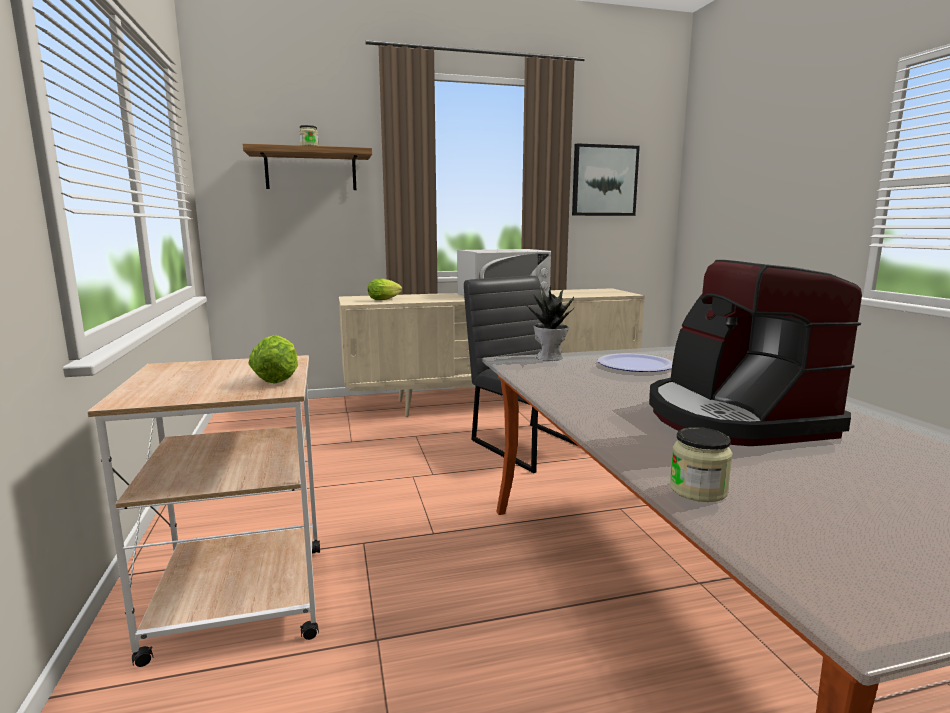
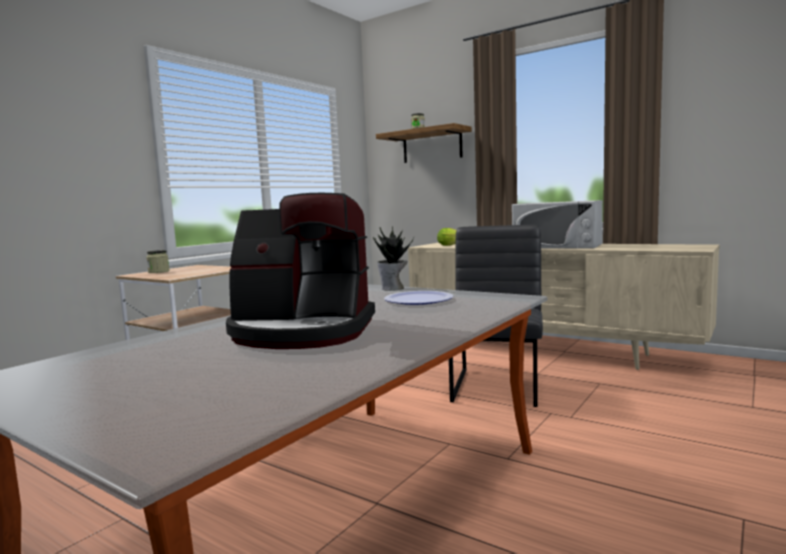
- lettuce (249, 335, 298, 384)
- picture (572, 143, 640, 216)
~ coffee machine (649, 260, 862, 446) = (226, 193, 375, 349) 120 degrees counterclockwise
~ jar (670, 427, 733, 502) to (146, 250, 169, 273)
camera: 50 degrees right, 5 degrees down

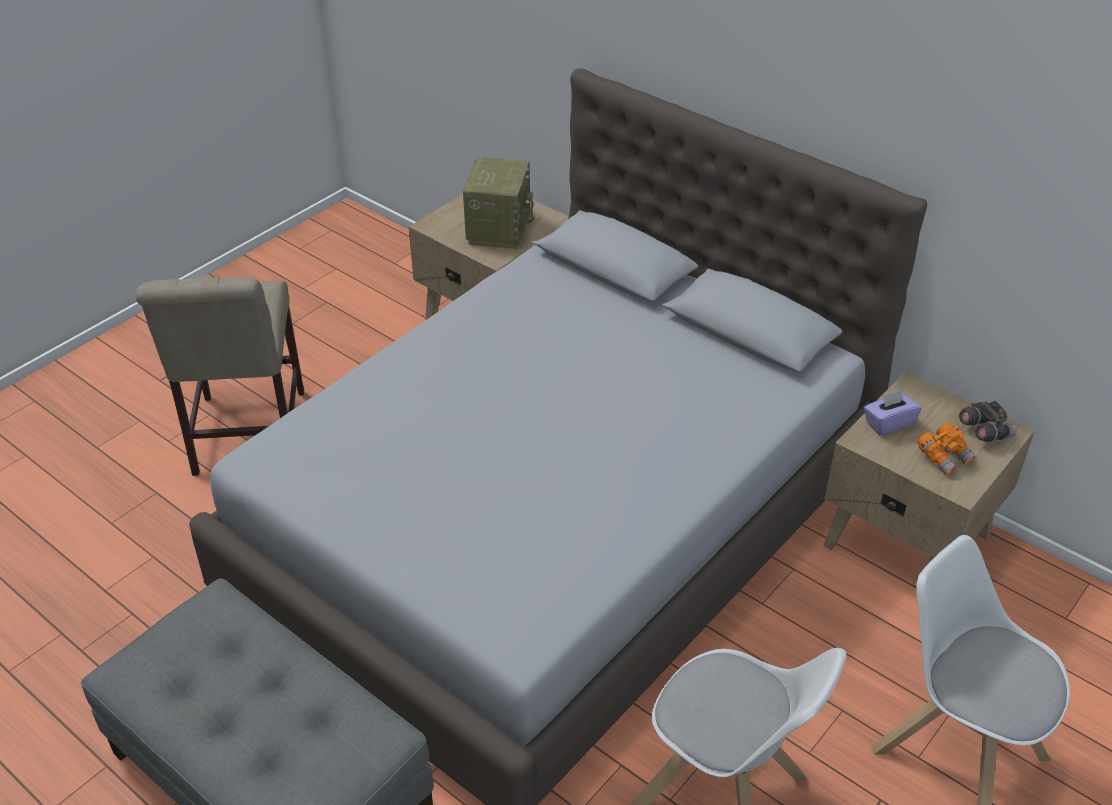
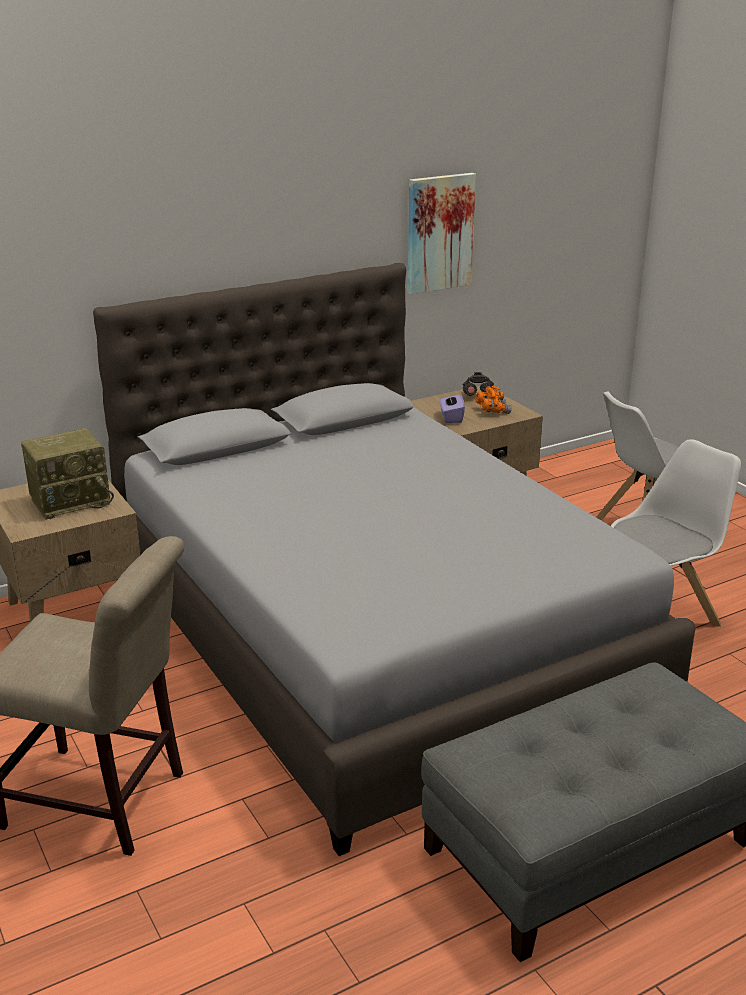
~ radio (463, 157, 534, 249) = (21, 428, 114, 520) 120 degrees clockwise
+ picture (408, 173, 476, 295)
camera: 70 degrees left, 15 degrees down

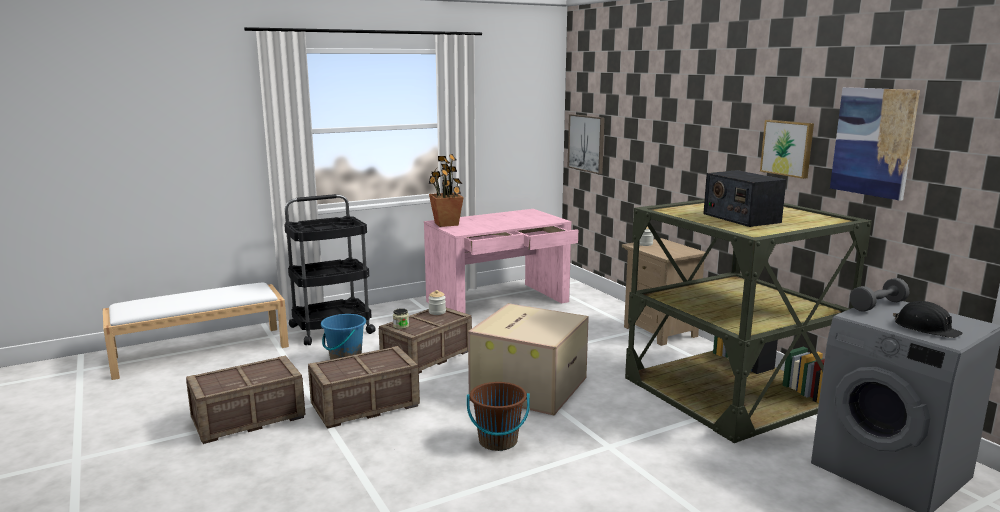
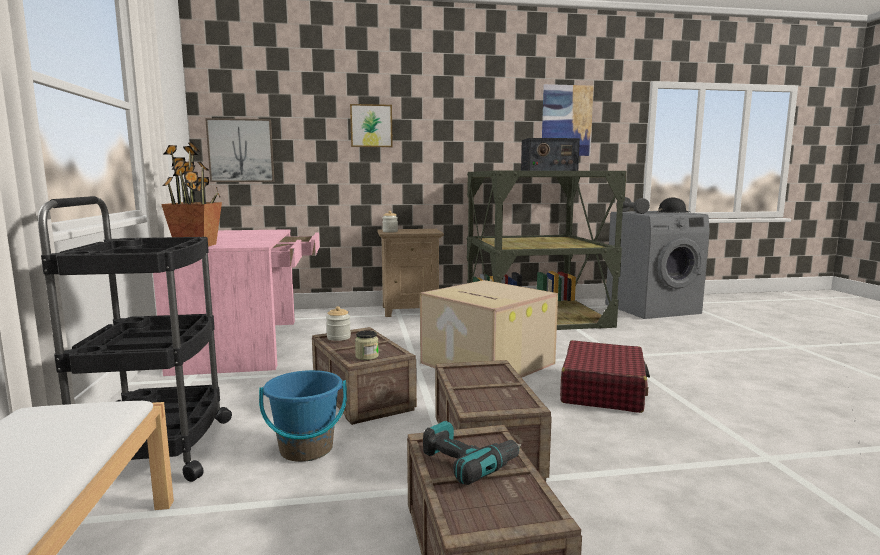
~ brown bucket (467, 382, 530, 451) to red suitcase (560, 340, 650, 413)
~ picture (760, 120, 814, 179) to (350, 104, 393, 147)
+ power drill (423, 421, 521, 485)
camera: 70 degrees left, 5 degrees down

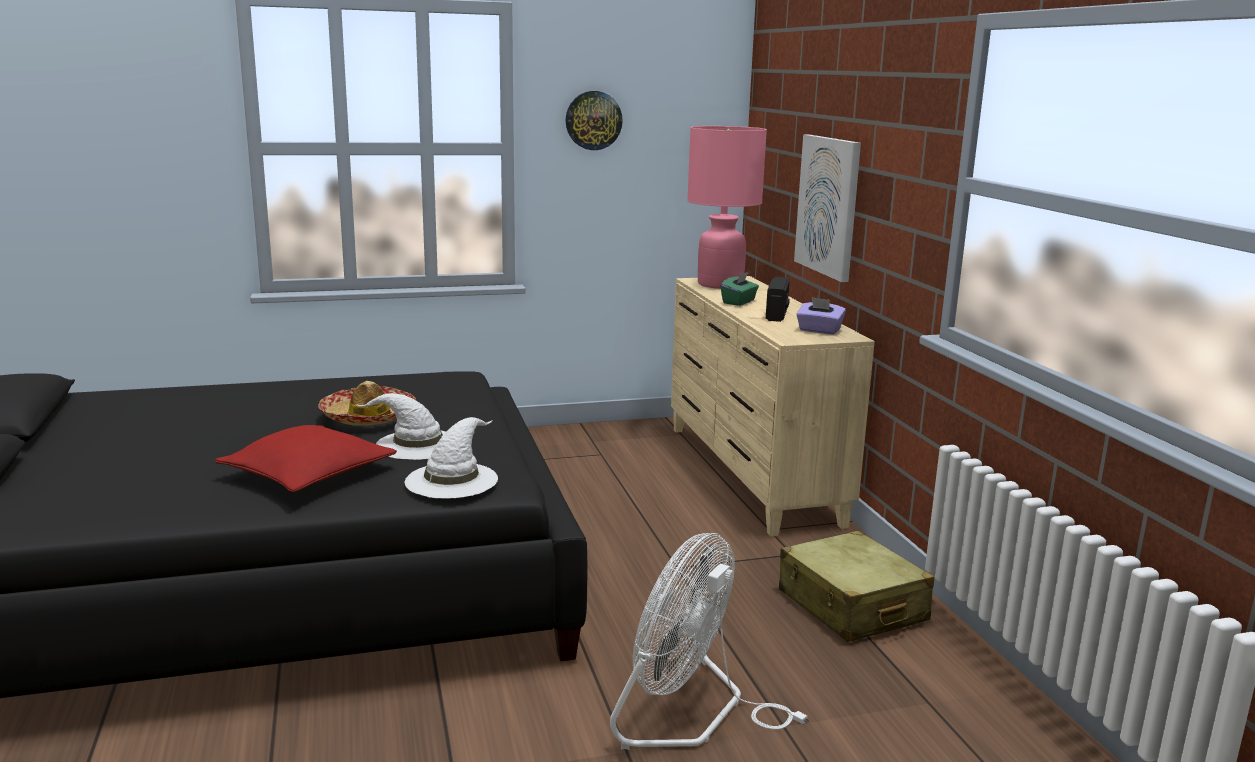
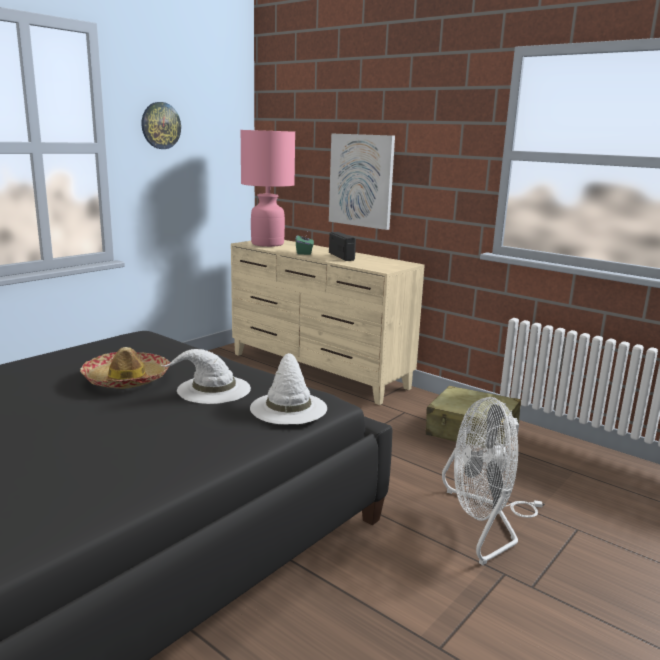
- red pillow (215, 425, 397, 492)
- purple tissue box (796, 297, 846, 335)
camera: 35 degrees left, 0 degrees up

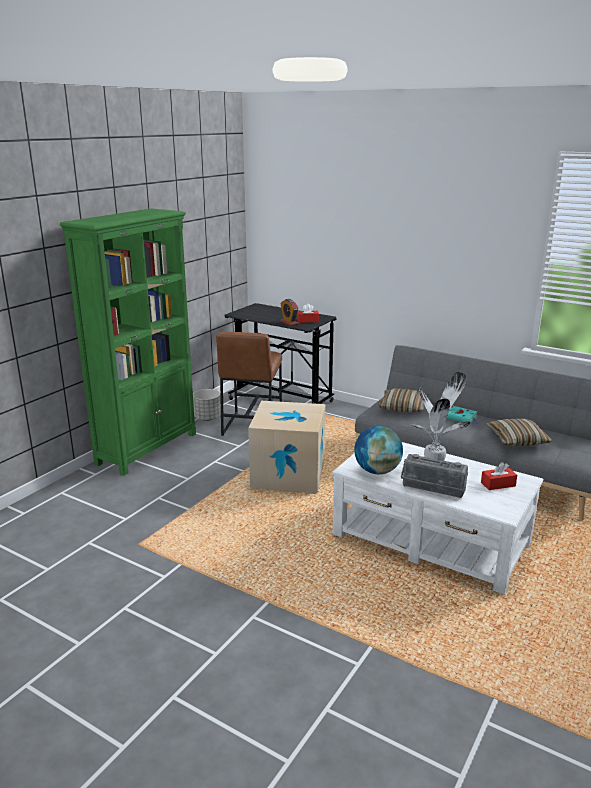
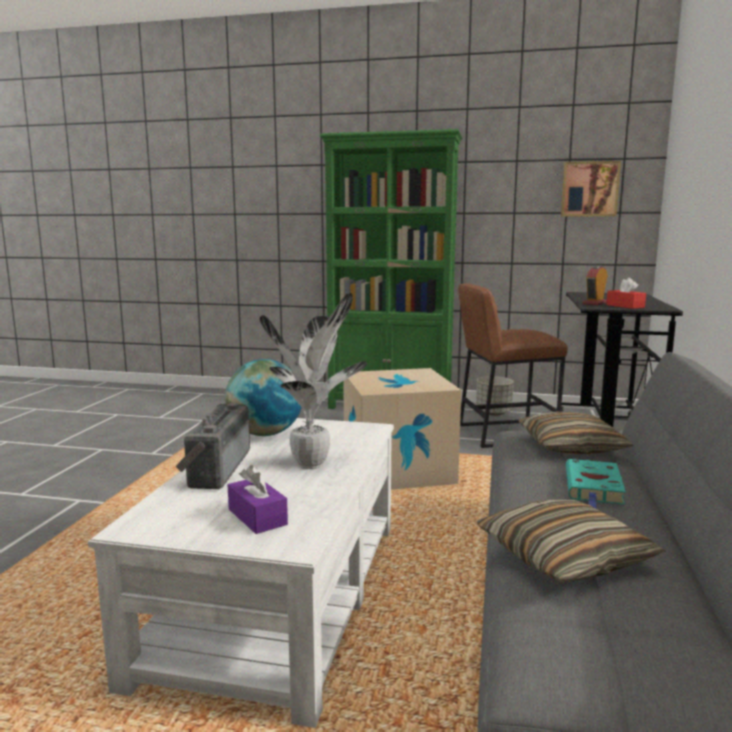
~ red tissue box (481, 462, 517, 490) to purple tissue box (228, 465, 288, 534)
+ picture (561, 161, 621, 216)
camera: 70 degrees right, 10 degrees down

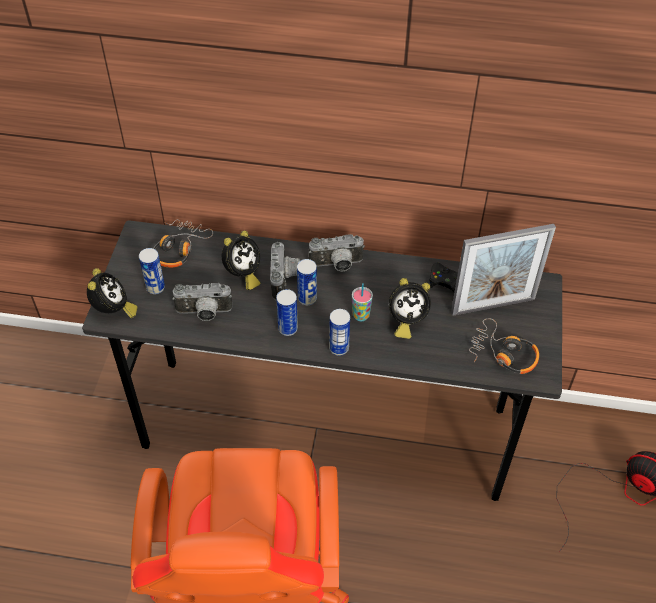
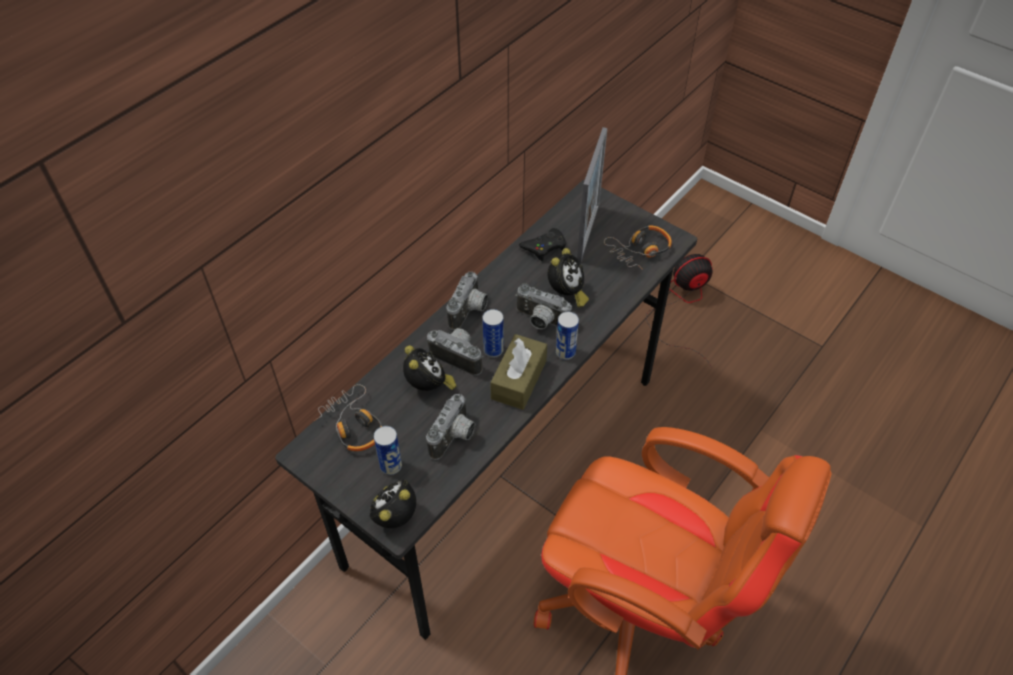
~ alarm clock (87, 268, 138, 318) = (370, 479, 416, 528) 75 degrees counterclockwise
~ can (276, 289, 298, 336) to brown tissue box (490, 334, 547, 410)
~ cup (352, 283, 373, 321) to photo camera (515, 283, 572, 329)
camera: 60 degrees left, 0 degrees up

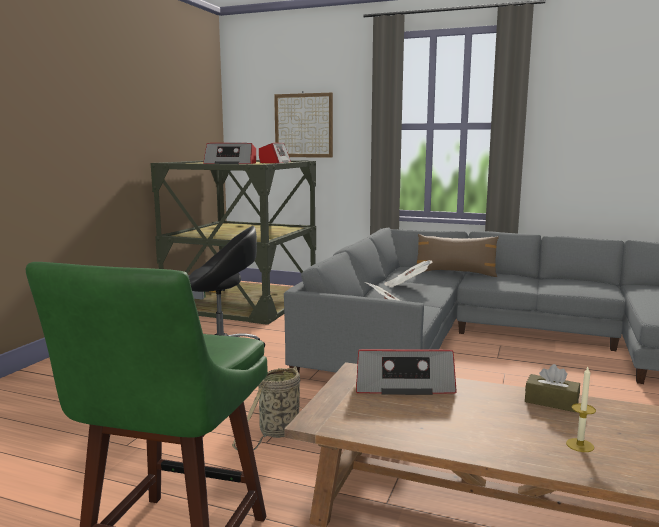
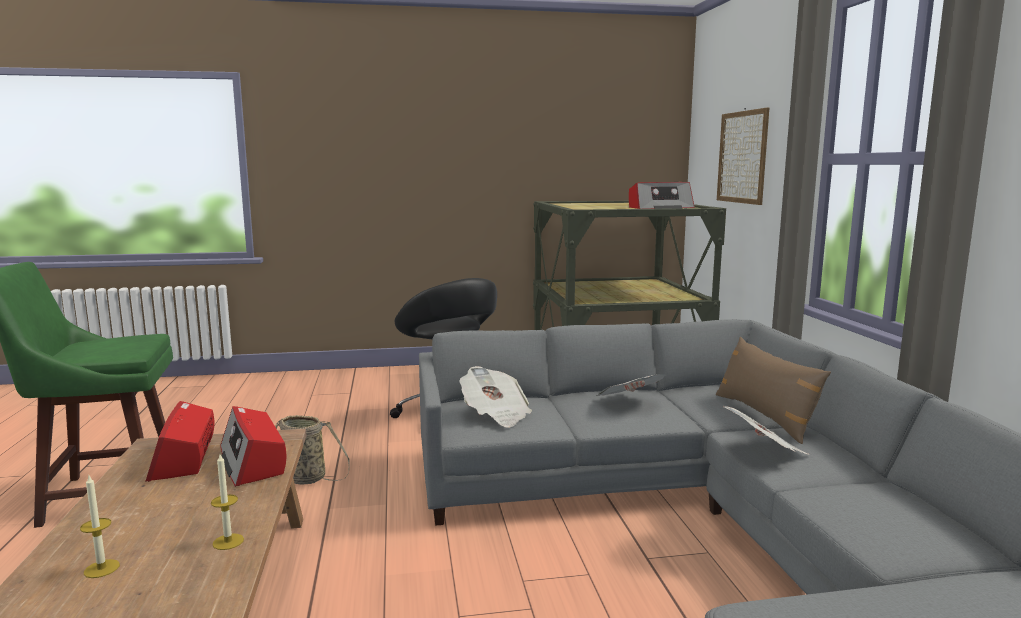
~ radio (203, 143, 256, 164) to (145, 401, 215, 482)
~ brown tissue box (525, 364, 580, 412) to candle (211, 454, 244, 550)
+ newspaper (724, 406, 810, 455)
camera: 60 degrees right, 0 degrees up

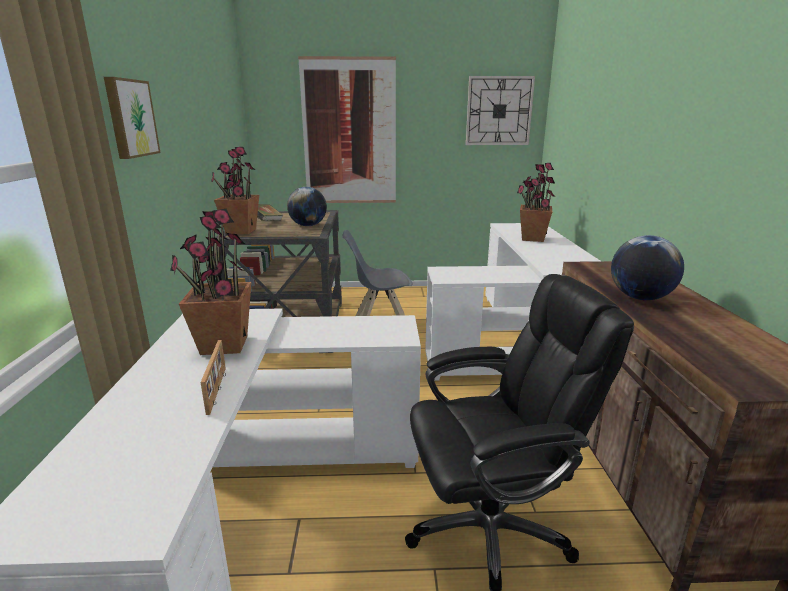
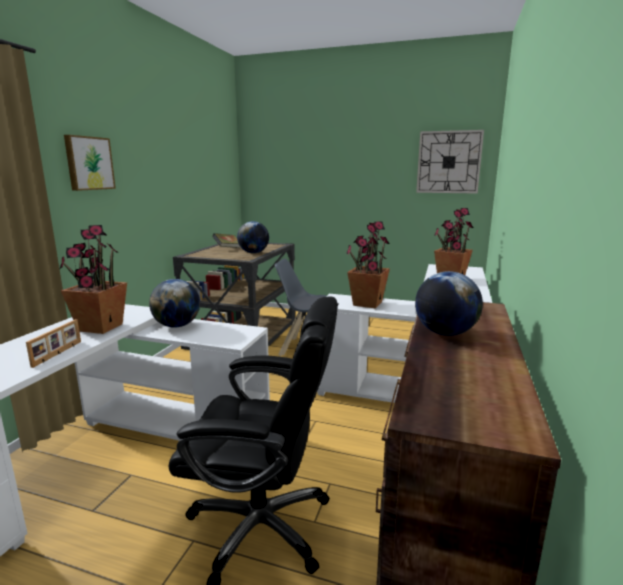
~ potted plant (211, 147, 259, 234) to (346, 221, 390, 308)
- picture (298, 56, 396, 203)
+ globe (149, 279, 200, 327)
camera: 20 degrees right, 5 degrees down

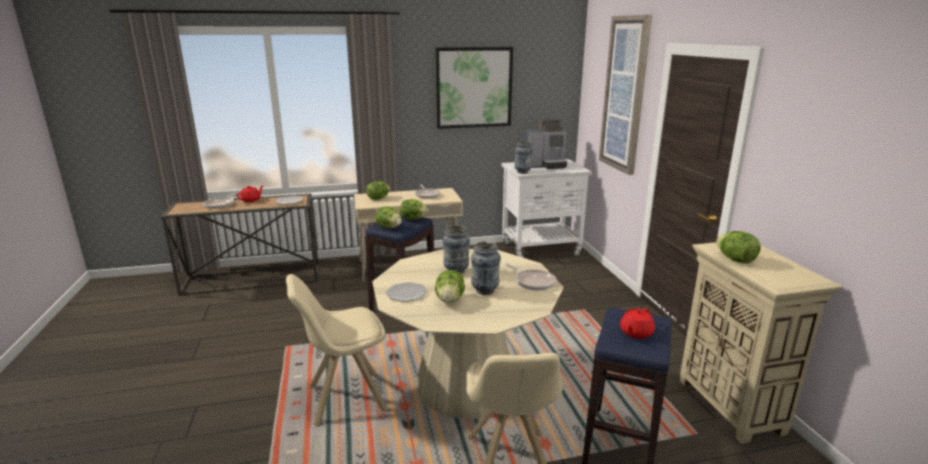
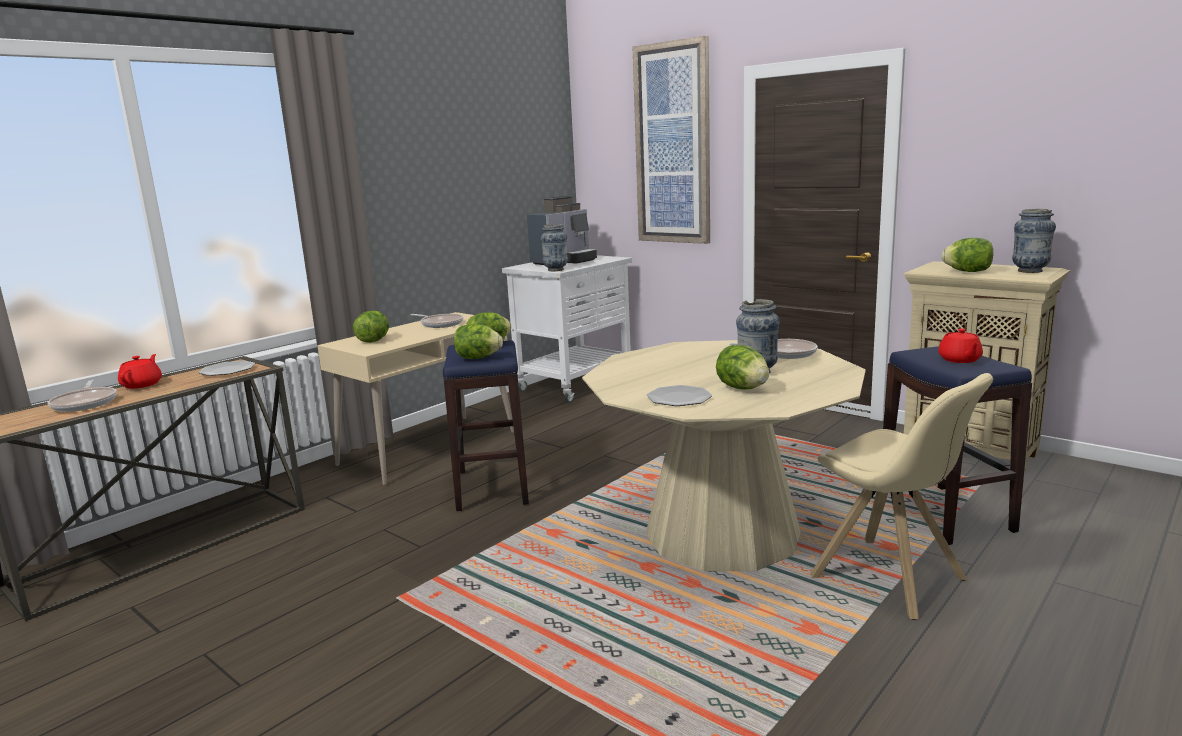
- beige chair (286, 274, 388, 426)
- picture (435, 47, 513, 129)
~ vase (442, 225, 470, 274) to (1012, 209, 1056, 273)
camera: 35 degrees left, 5 degrees down

